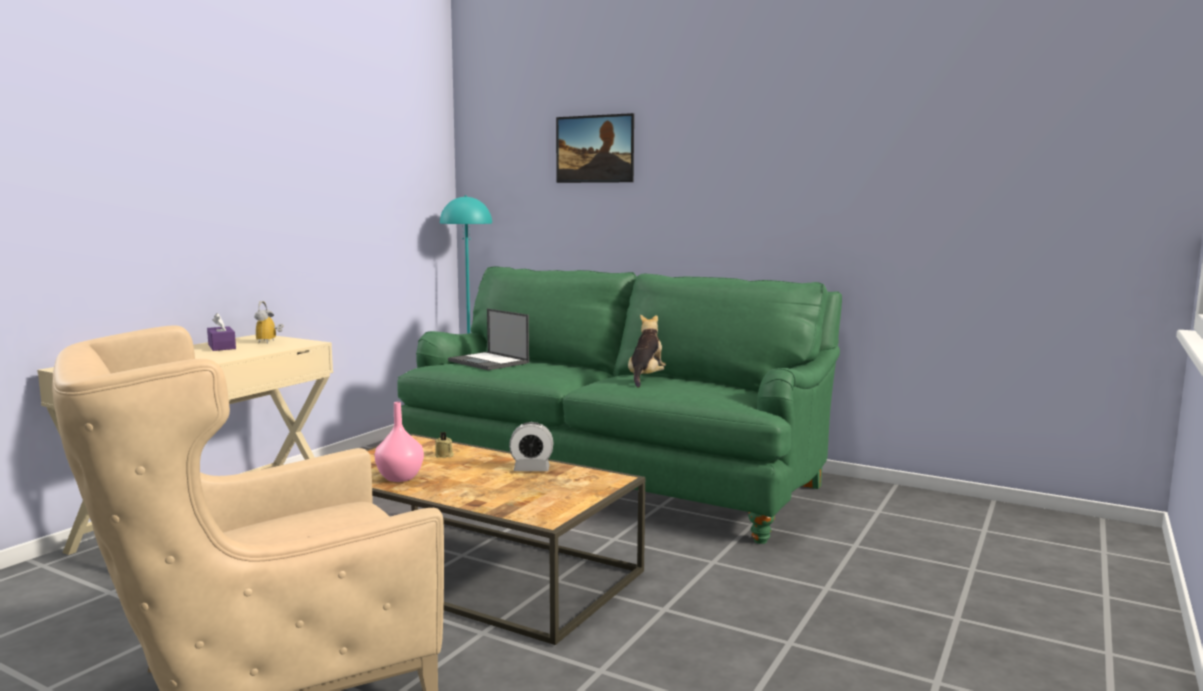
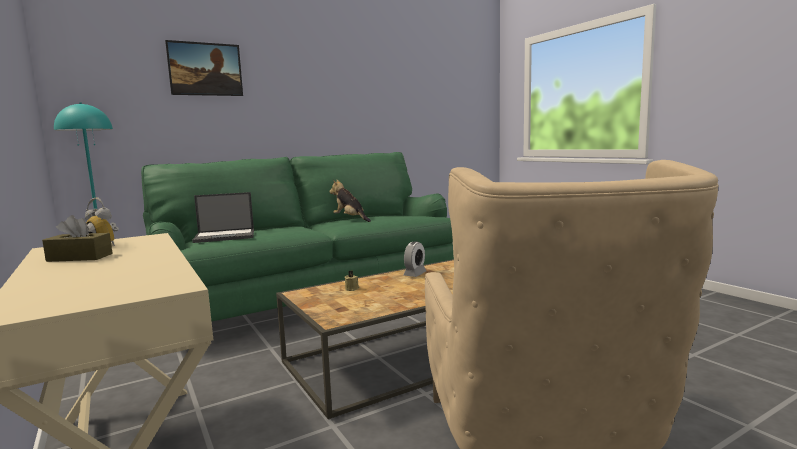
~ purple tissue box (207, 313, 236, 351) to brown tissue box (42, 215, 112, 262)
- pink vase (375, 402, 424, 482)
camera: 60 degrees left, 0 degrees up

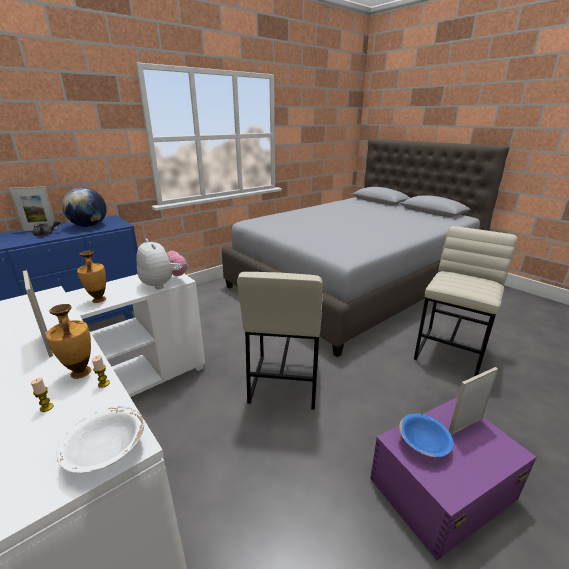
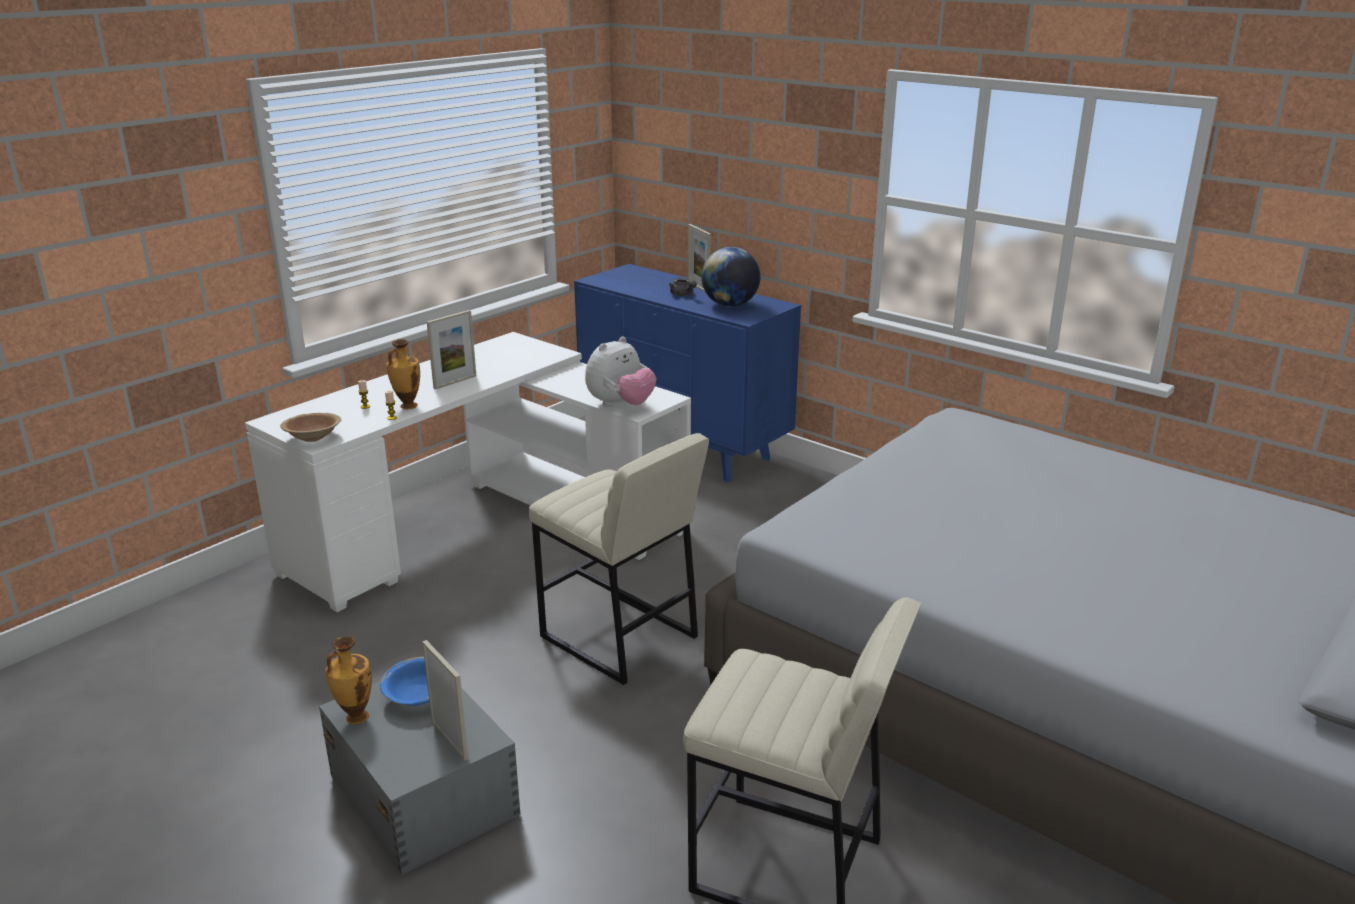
~ white bowl (57, 407, 144, 473) to brown bowl (280, 413, 341, 442)
~ vase (77, 251, 106, 303) to (325, 636, 372, 724)
~ beige chair (237, 272, 323, 410) = (529, 433, 709, 685) 135 degrees counterclockwise
~ purple storage box (370, 397, 537, 560) to grey storage box (319, 682, 521, 875)
camera: 80 degrees right, 0 degrees up

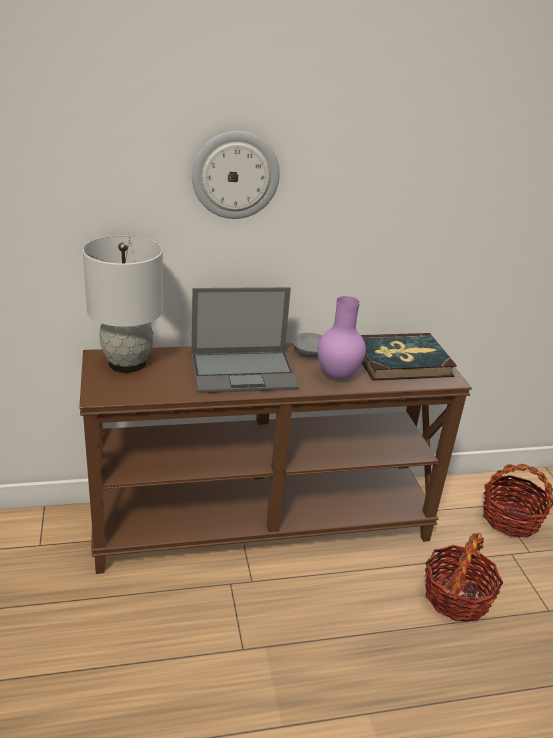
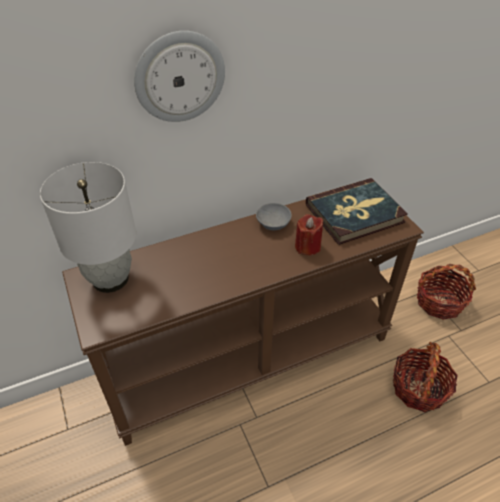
- laptop (191, 287, 299, 393)
~ purple vase (317, 296, 366, 380) to red candle (295, 214, 323, 255)
camera: 10 degrees left, 15 degrees up

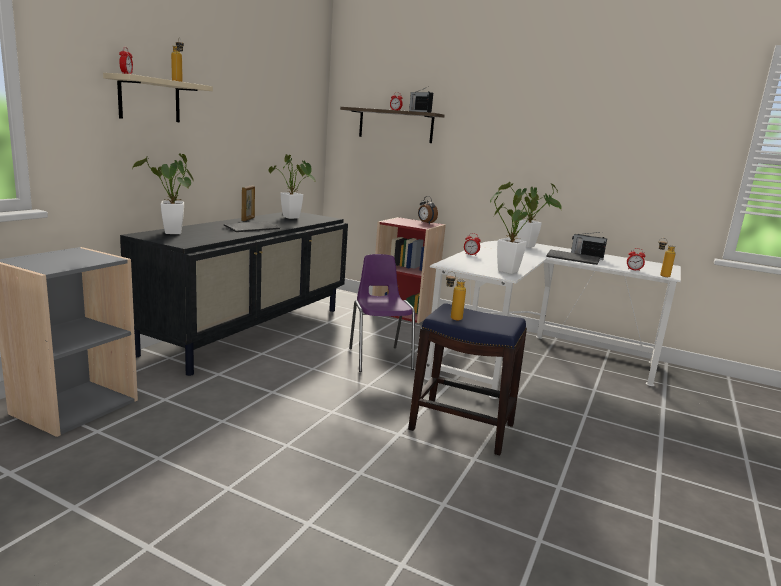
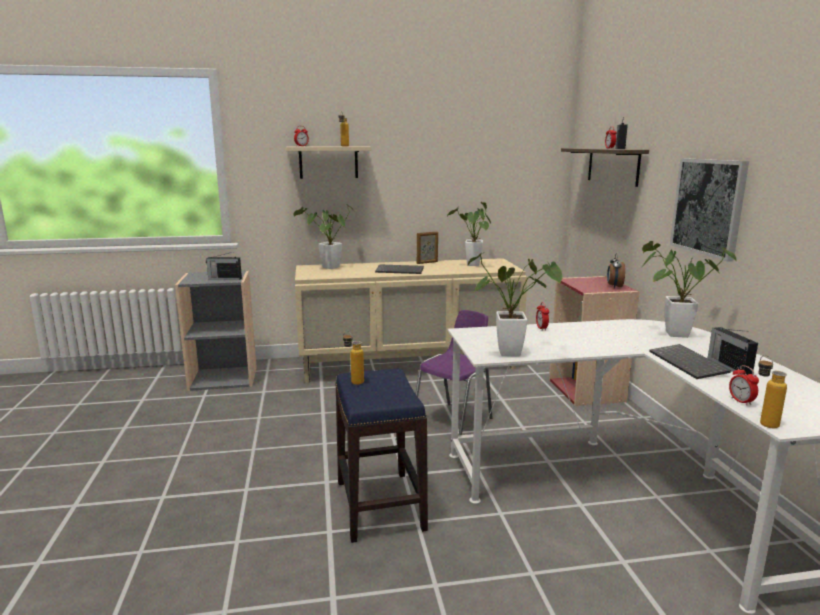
~ black cabinet (120, 212, 348, 376) to beige cabinet (295, 258, 527, 383)
+ radio (206, 253, 242, 280)
+ picture (670, 158, 749, 262)
camera: 55 degrees right, 0 degrees up

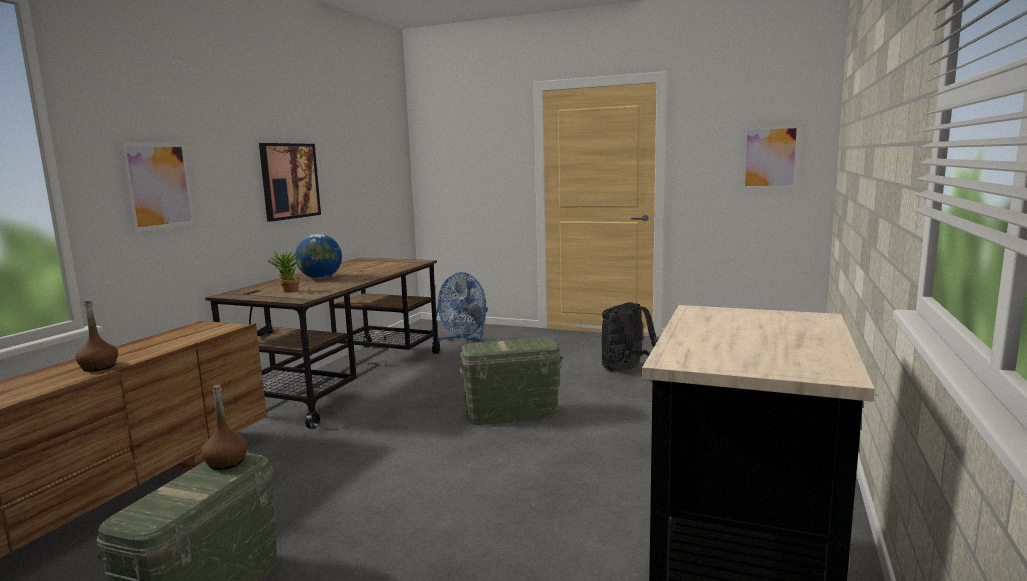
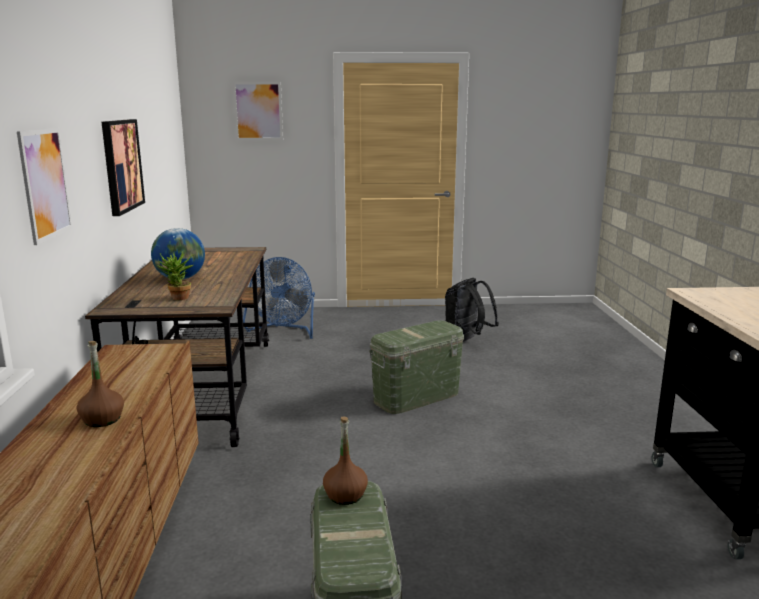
~ picture (742, 125, 800, 189) to (233, 82, 283, 140)
camera: 25 degrees left, 5 degrees up

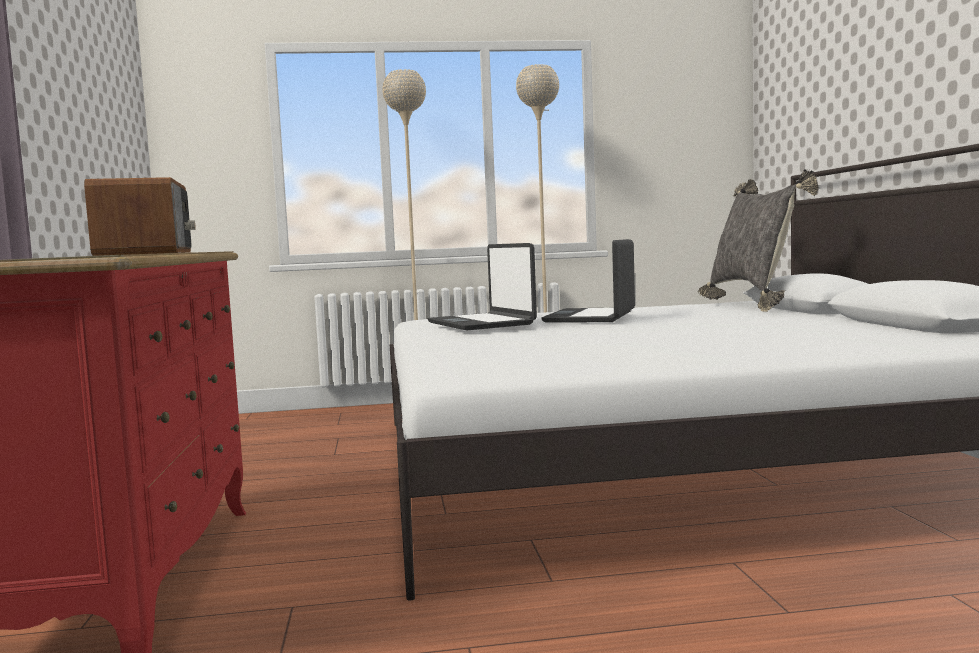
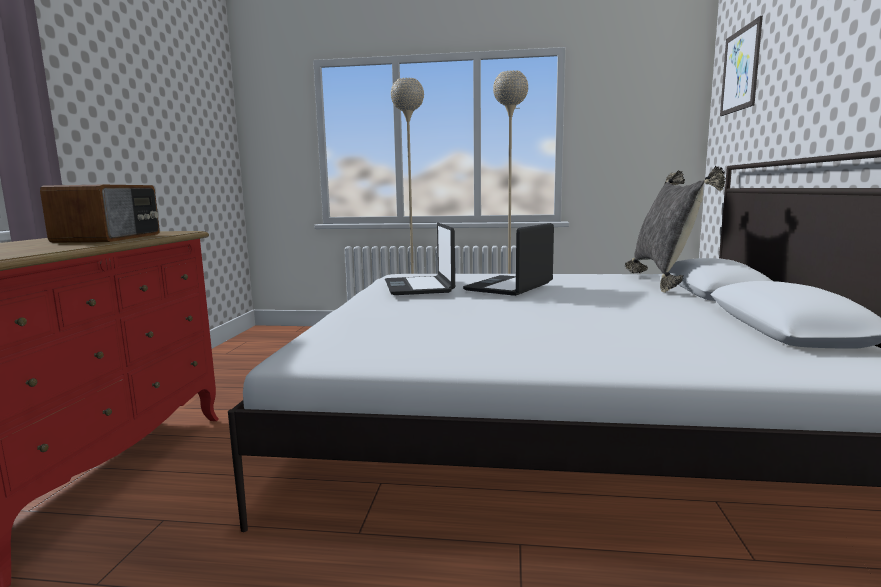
+ picture (720, 16, 763, 116)
camera: 15 degrees right, 5 degrees up

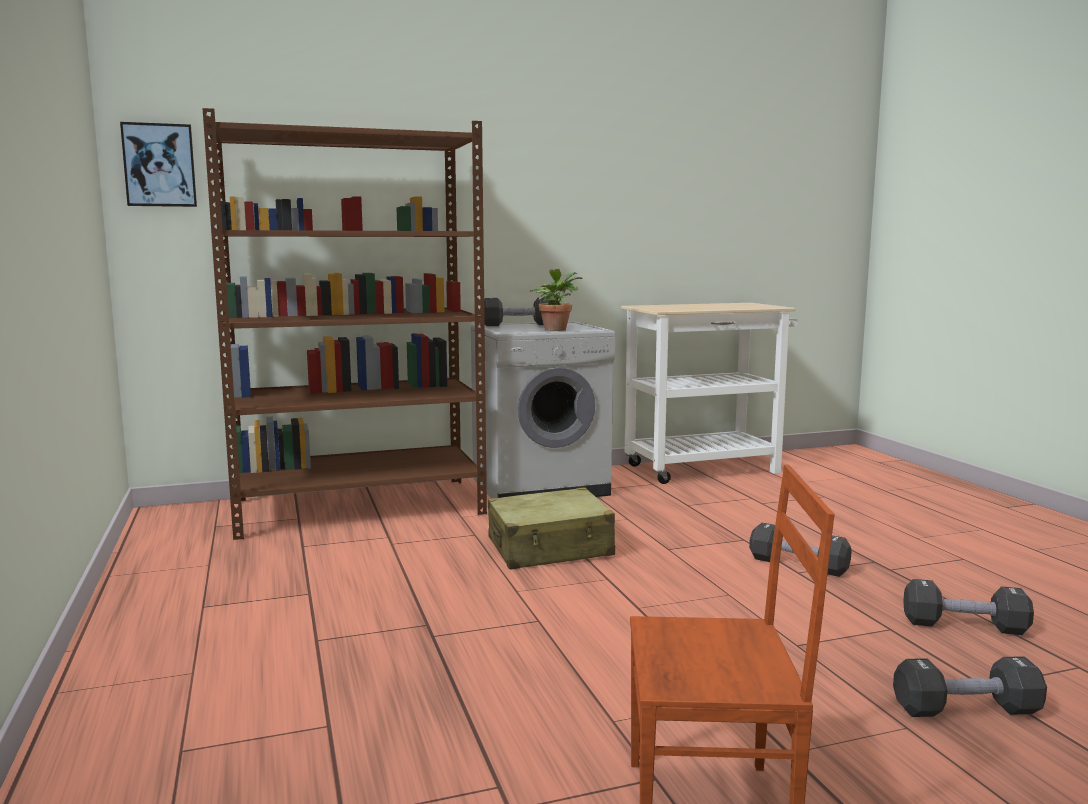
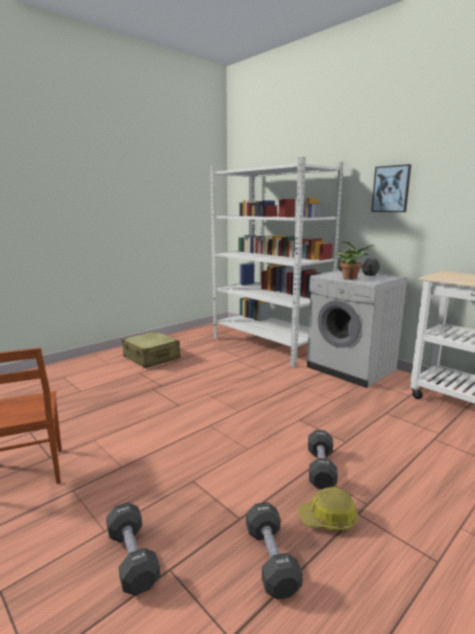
~ picture (120, 122, 197, 207) to (371, 164, 411, 212)
~ brown bookcase (203, 108, 487, 540) to white bookcase (210, 157, 343, 367)
~ beige suitcase (488, 487, 615, 569) to (122, 331, 181, 368)
+ hard hat (298, 487, 358, 531)
camera: 65 degrees right, 5 degrees up

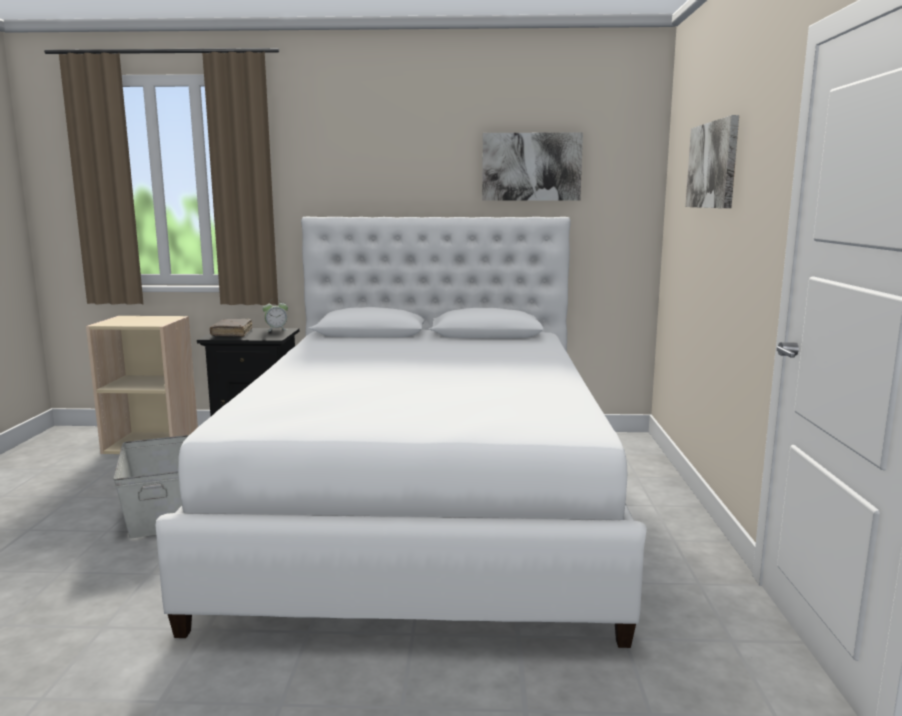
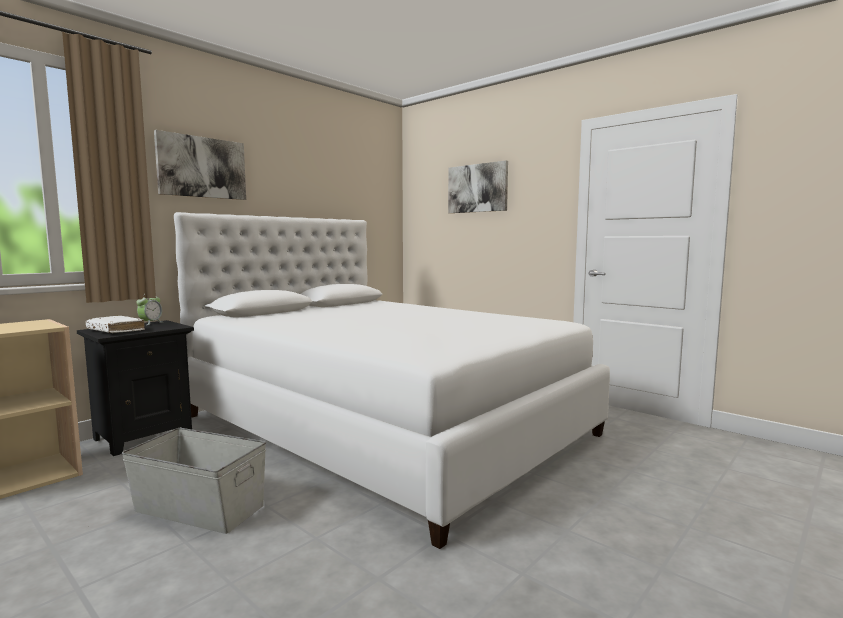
~ brown book (210, 319, 252, 337) to white book (86, 315, 145, 333)
~ picture (482, 132, 583, 201) to (154, 130, 246, 200)
camera: 50 degrees left, 5 degrees down

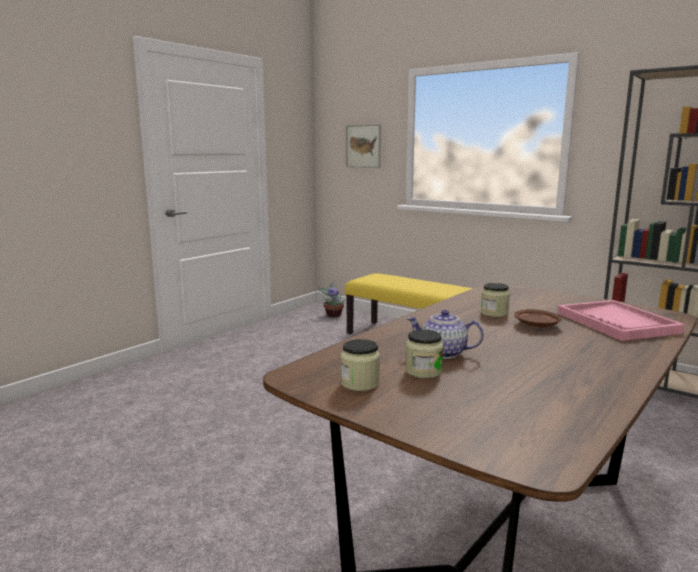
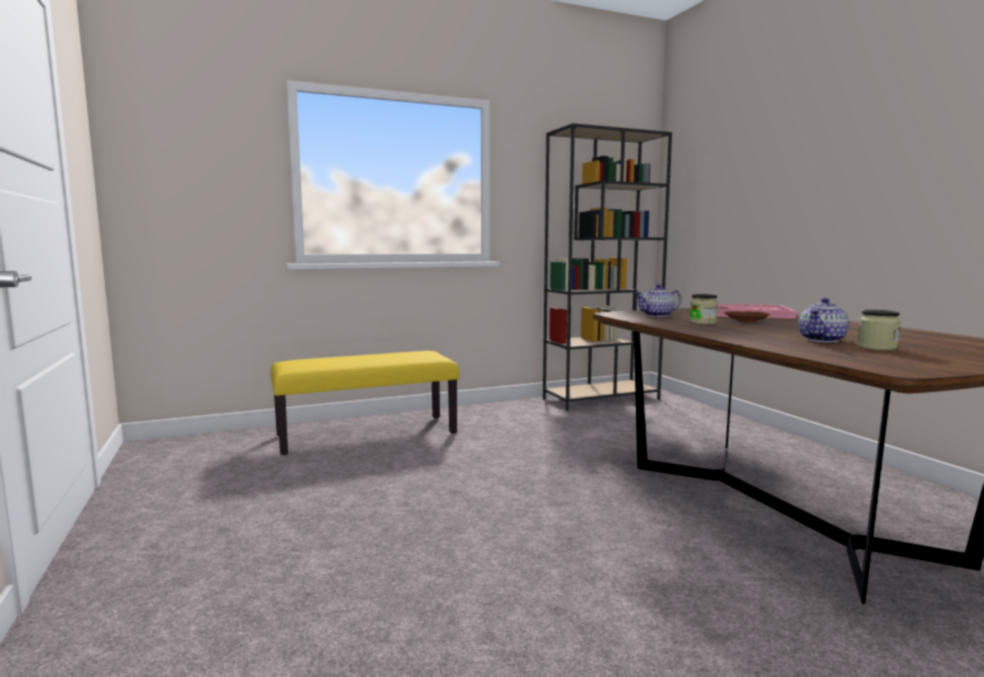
- potted plant (318, 282, 345, 317)
- jar (341, 339, 380, 391)
- picture (346, 124, 381, 168)
+ teapot (635, 284, 682, 317)
camera: 60 degrees left, 5 degrees down

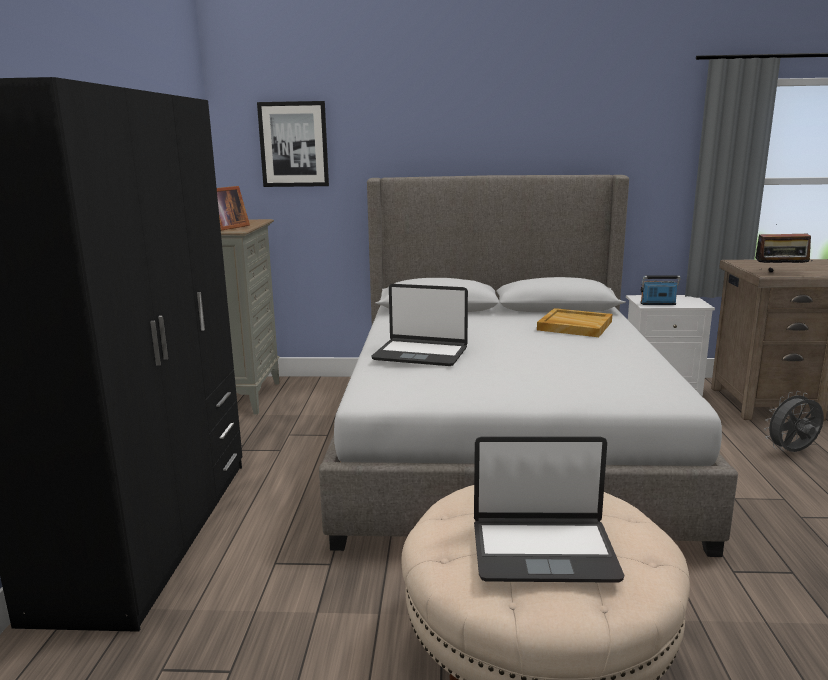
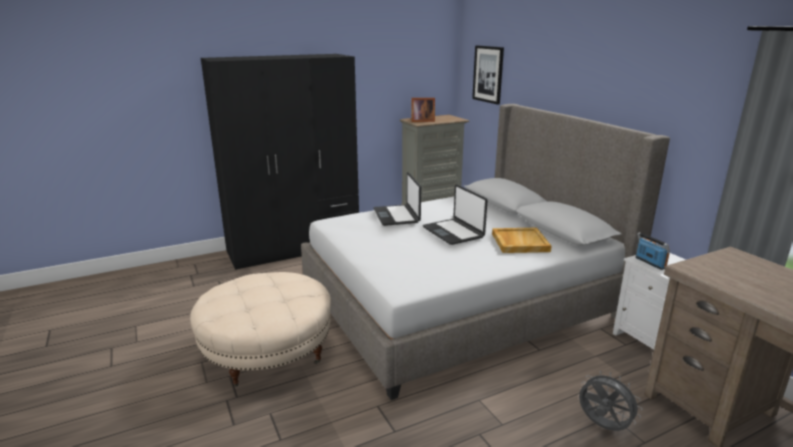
~ laptop (474, 437, 624, 583) to (423, 184, 487, 245)
- radio (755, 224, 813, 273)
camera: 60 degrees right, 5 degrees up

